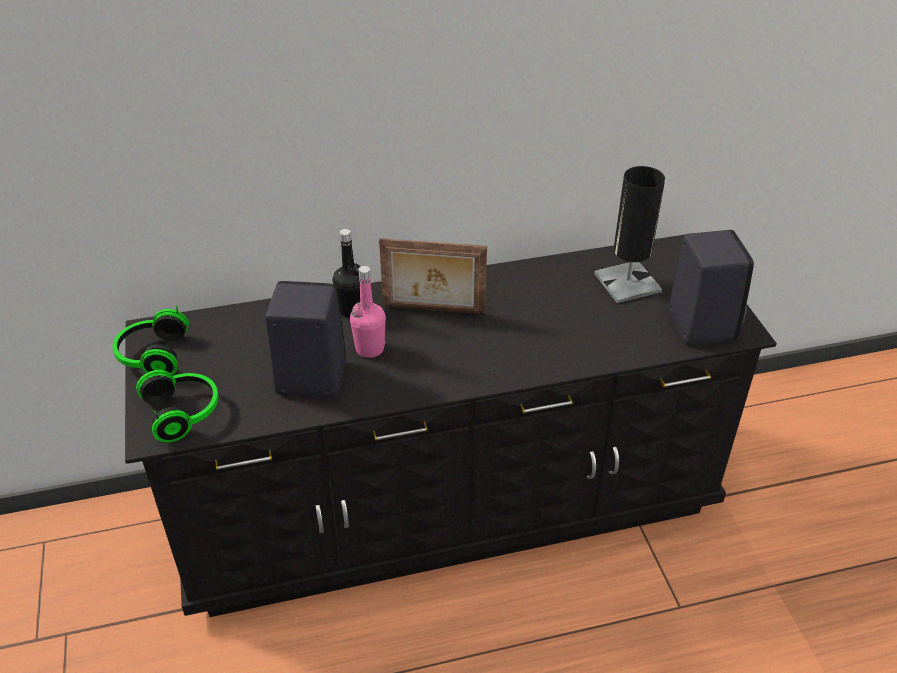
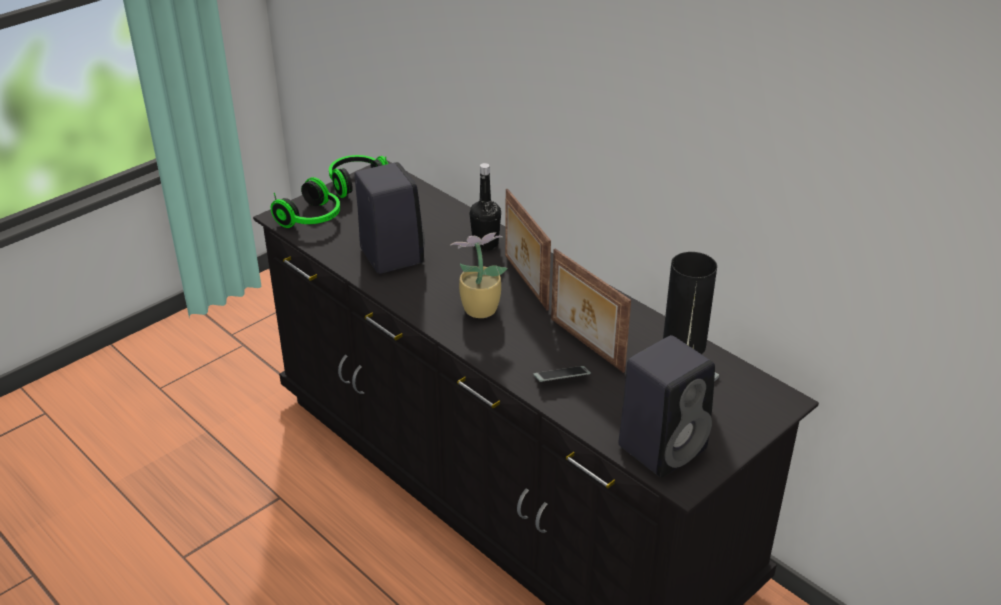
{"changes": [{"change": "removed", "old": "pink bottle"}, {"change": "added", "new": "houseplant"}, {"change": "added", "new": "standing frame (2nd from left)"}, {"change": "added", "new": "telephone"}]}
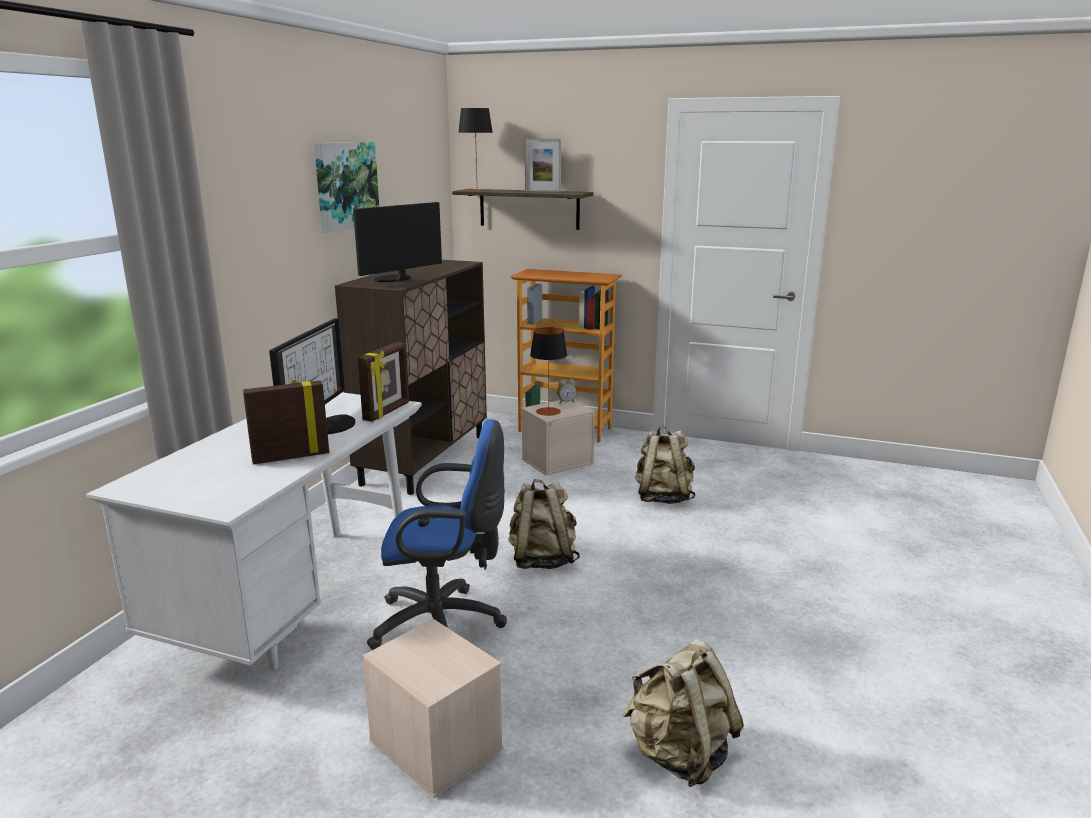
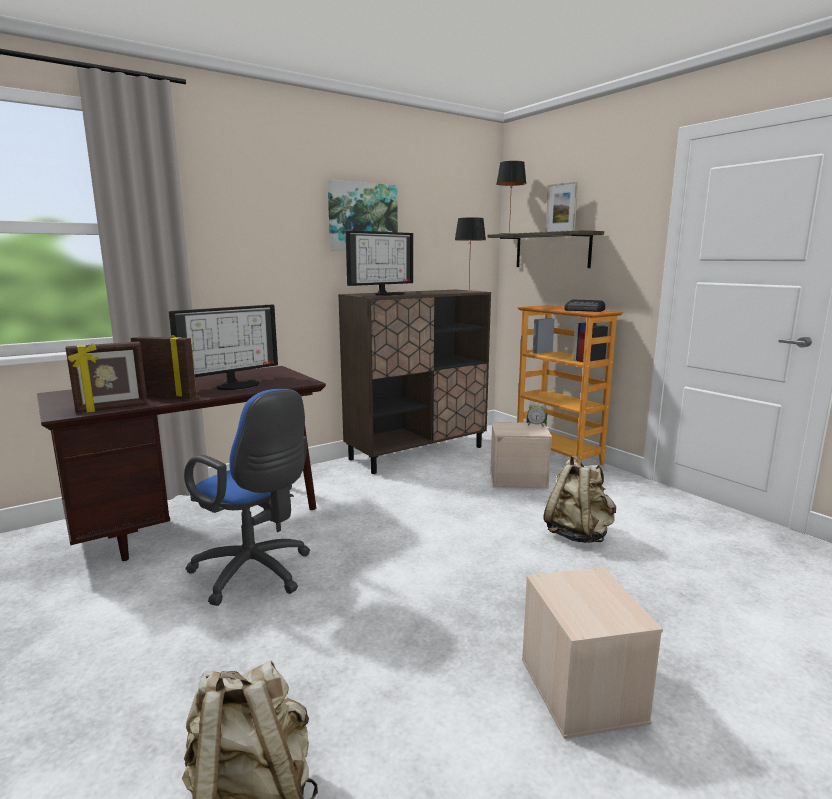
{"changes": [{"change": "turned", "old": "monitor (2nd from left)", "degrees": 150}, {"change": "moved", "old": "table lamp (2nd from left in the first image)", "new": "table lamp (1st from left)"}, {"change": "moved", "old": "standing frame (2nd from left in the first image)", "new": "standing frame (1st from left)"}, {"change": "recoloured", "old": "white desk unit", "new": "brown-coloured desk unit"}, {"change": "removed", "old": "beige-coloured knapsack (1st from left)"}, {"change": "moved", "old": "beige-coloured storage container (1st from left in the first image)", "new": "beige-coloured storage container (2nd from left)"}, {"change": "added", "new": "radio"}]}
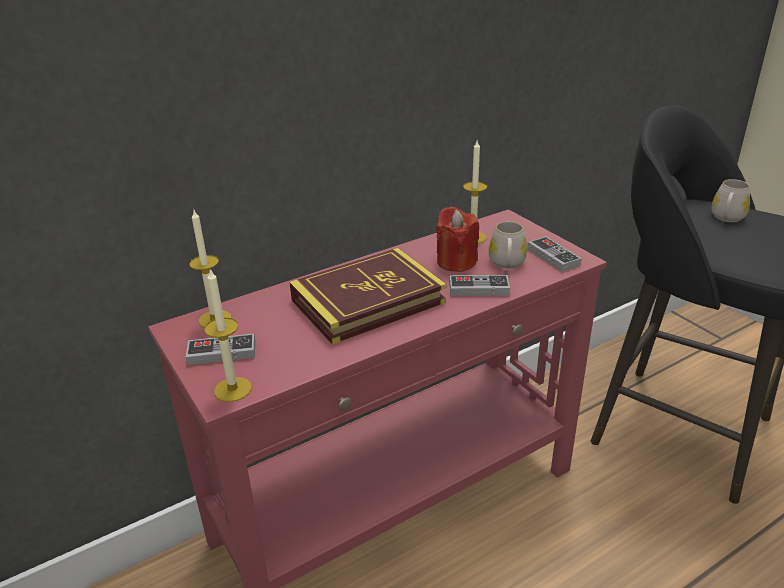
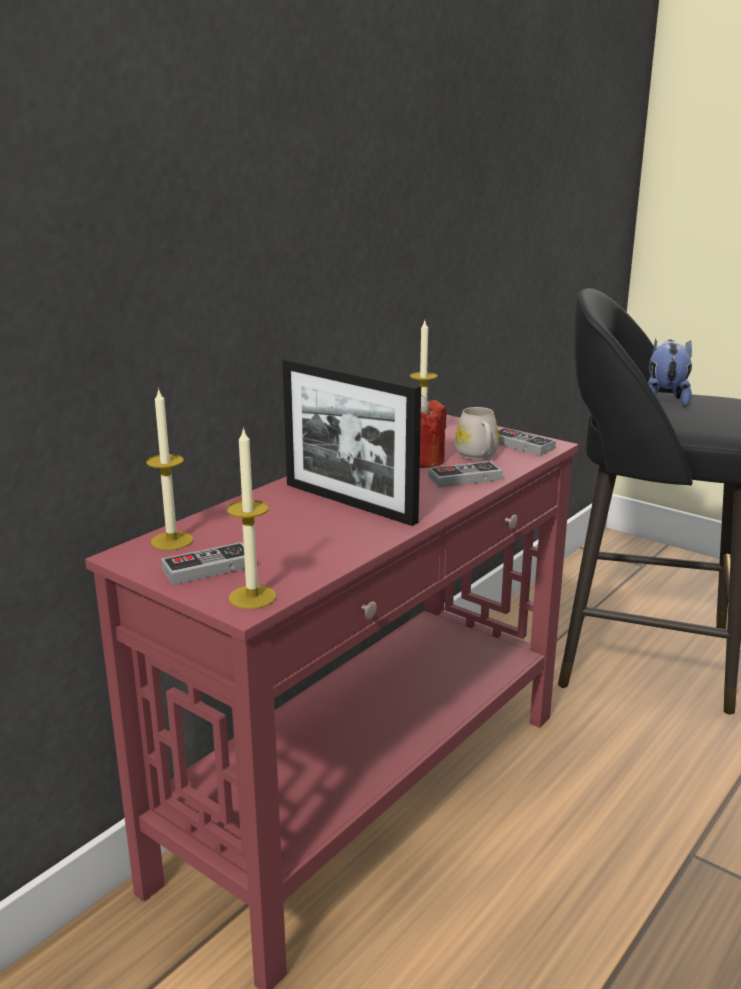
{"changes": [{"change": "replaced", "old": "white mug (2nd from left)", "new": "plush toy"}, {"change": "replaced", "old": "book", "new": "standing frame"}]}
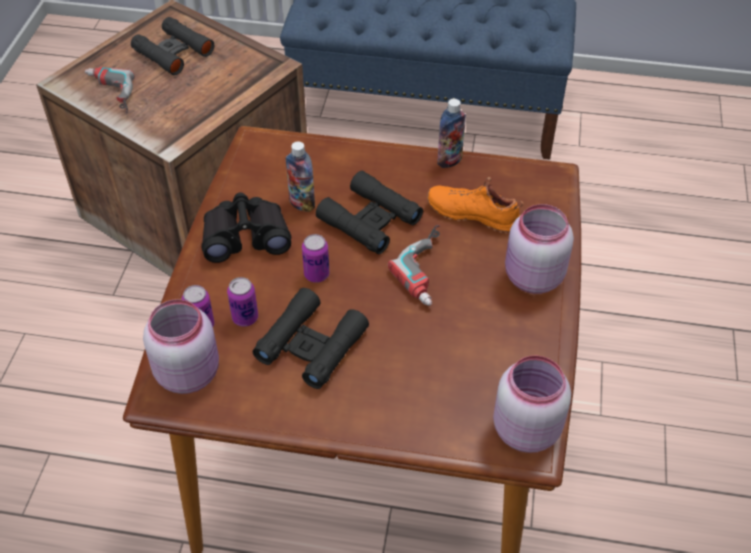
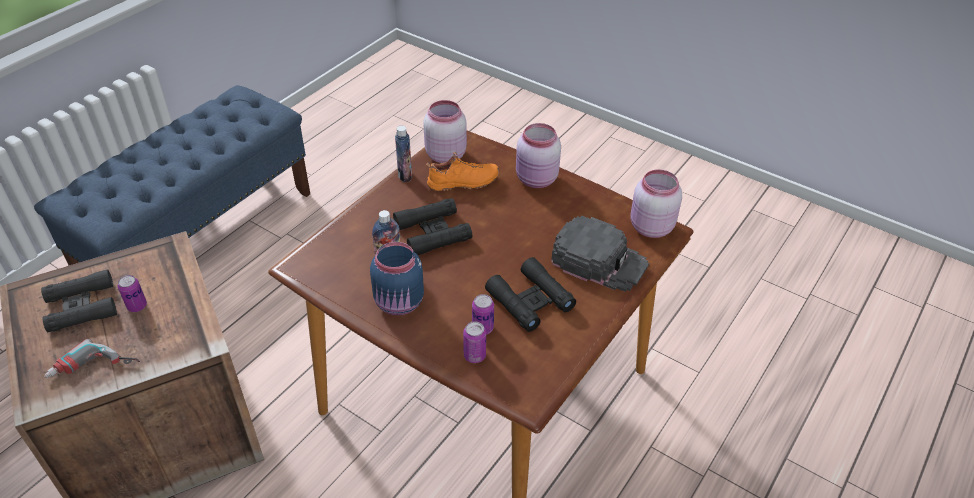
{"changes": [{"change": "turned", "old": "orange shoe", "degrees": -150}, {"change": "replaced", "old": "blackish binoculars (2nd from left)", "new": "blue-coloured storage jar"}, {"change": "removed", "old": "drill (2nd from left)"}, {"change": "moved", "old": "can (3rd from left in the first image)", "new": "can (1st from left)"}, {"change": "moved", "old": "pink storage jar (1st from left)"}, {"change": "added", "new": "blackish baseball cap"}]}
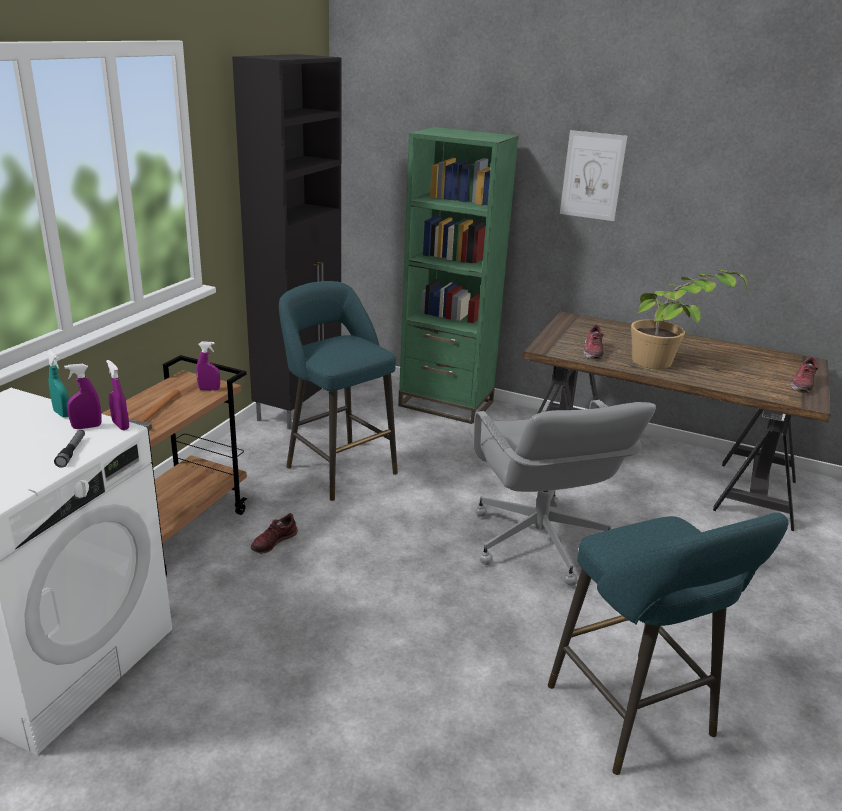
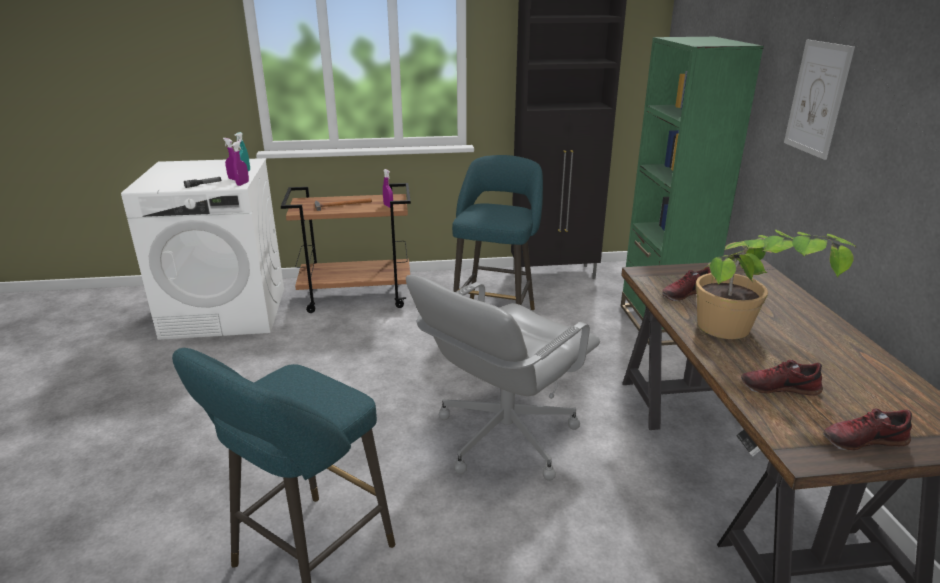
{"changes": [{"change": "moved", "old": "shoe (1st from left in the first image)", "new": "shoe (2nd from left)"}]}
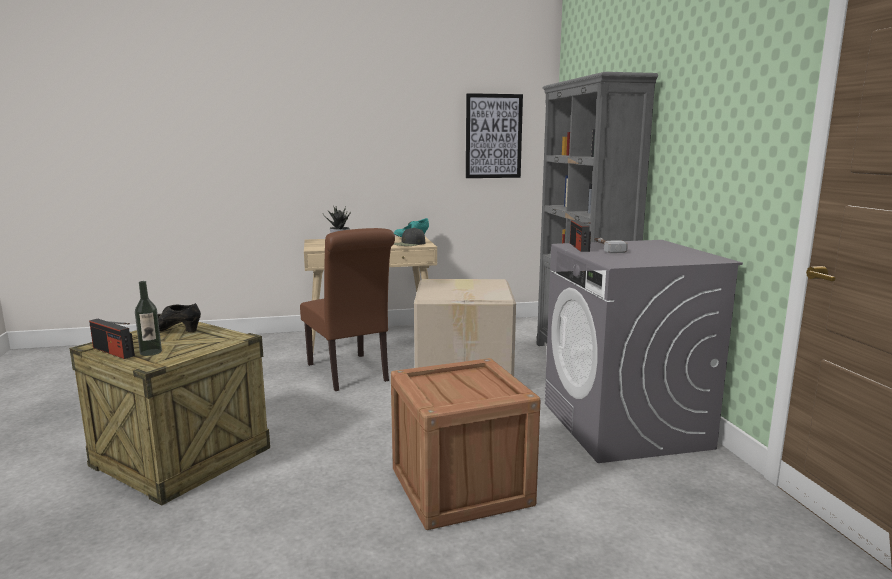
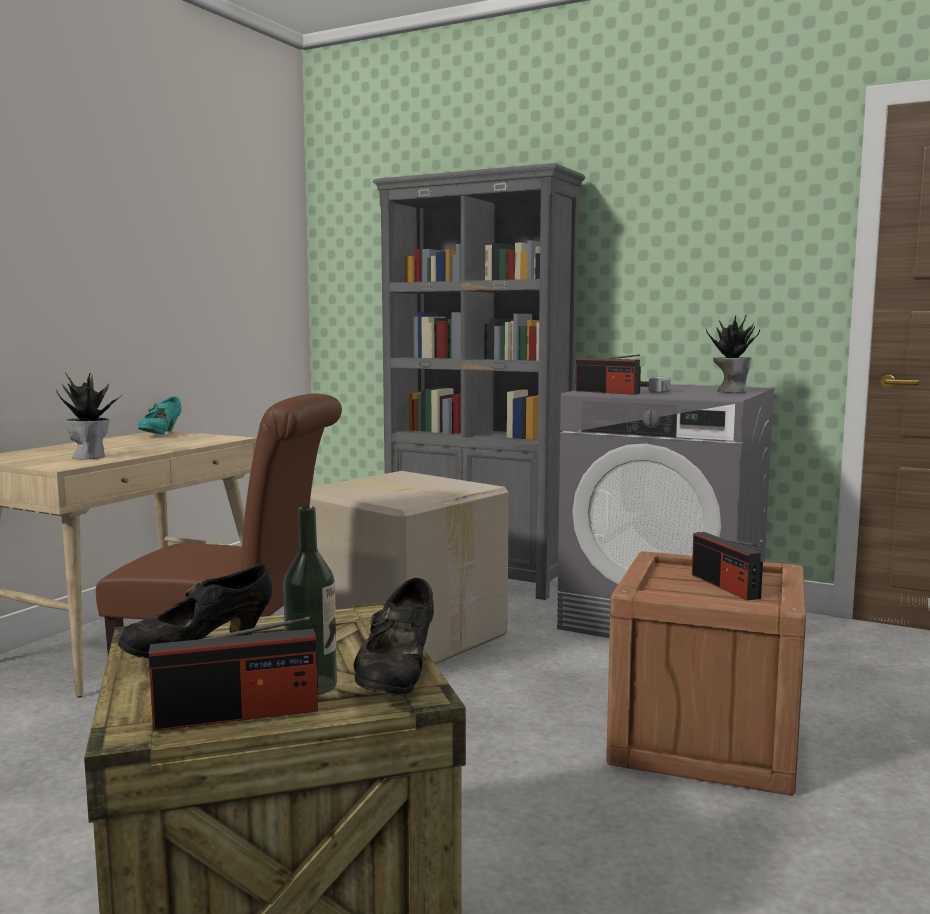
{"changes": [{"change": "removed", "old": "wall picture"}, {"change": "removed", "old": "blackish baseball cap"}, {"change": "added", "new": "houseplant (2nd from left)"}, {"change": "added", "new": "radio (3rd from left)"}, {"change": "added", "new": "blackish shoe (2nd from left)"}]}
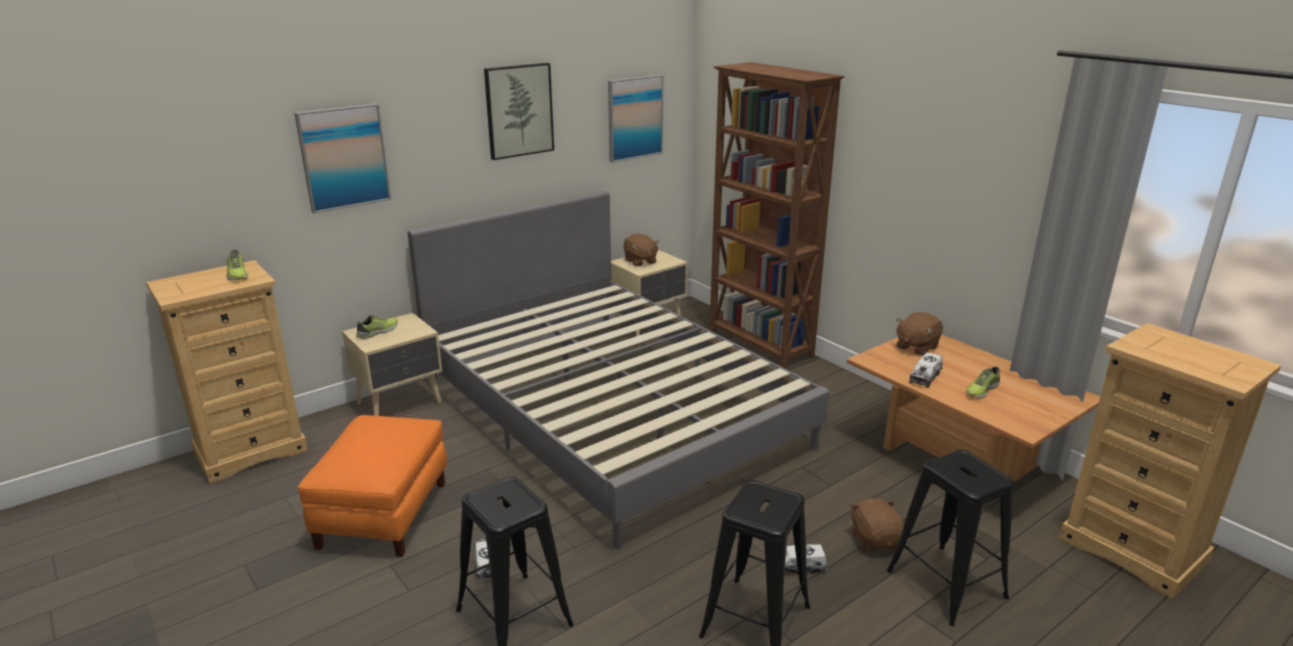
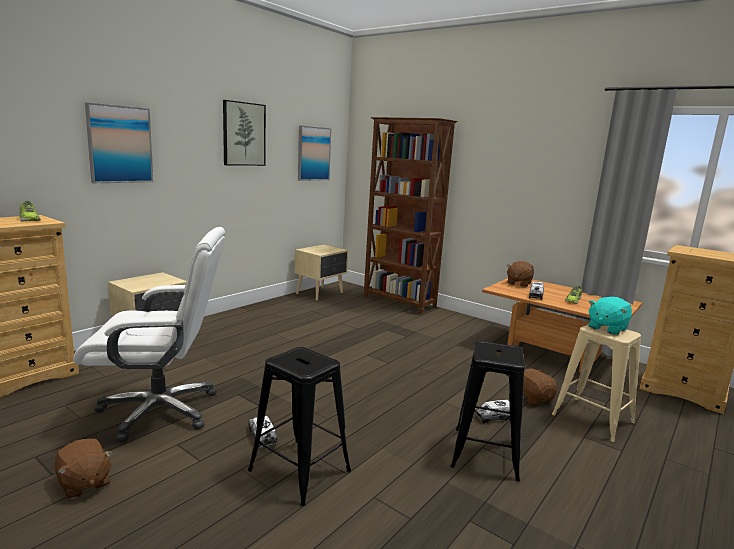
{"changes": [{"change": "removed", "old": "gray bedroom bed"}, {"change": "moved", "old": "brown-coloured plush toy (1st from left)"}, {"change": "removed", "old": "shoe (2nd from left)"}, {"change": "replaced", "old": "orange pouffe", "new": "white office chair"}, {"change": "recoloured", "old": "blackish stool (3rd from left)", "new": "beige-coloured stool"}, {"change": "added", "new": "turquoise plush toy"}]}
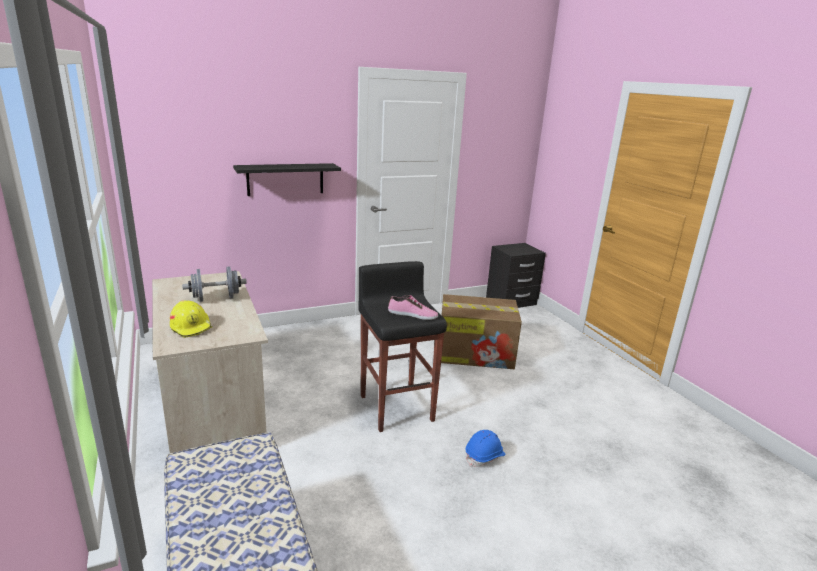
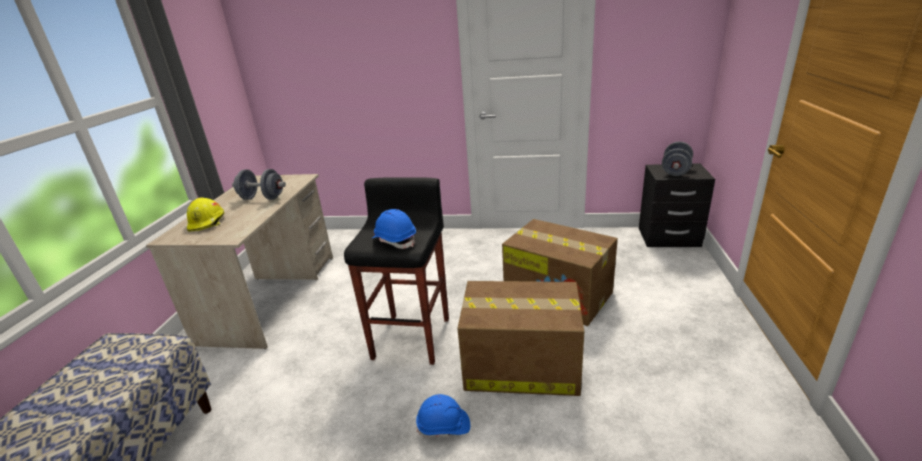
{"changes": [{"change": "removed", "old": "blackish shelf"}, {"change": "replaced", "old": "shoe", "new": "blue-coloured safety helmet (1st from left)"}, {"change": "added", "new": "gray dumbbell (2nd from left)"}, {"change": "added", "new": "carton (1st from left)"}]}
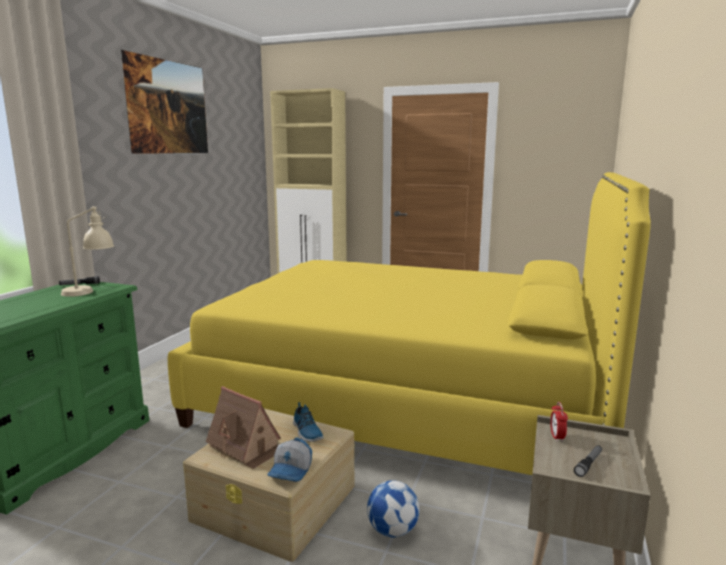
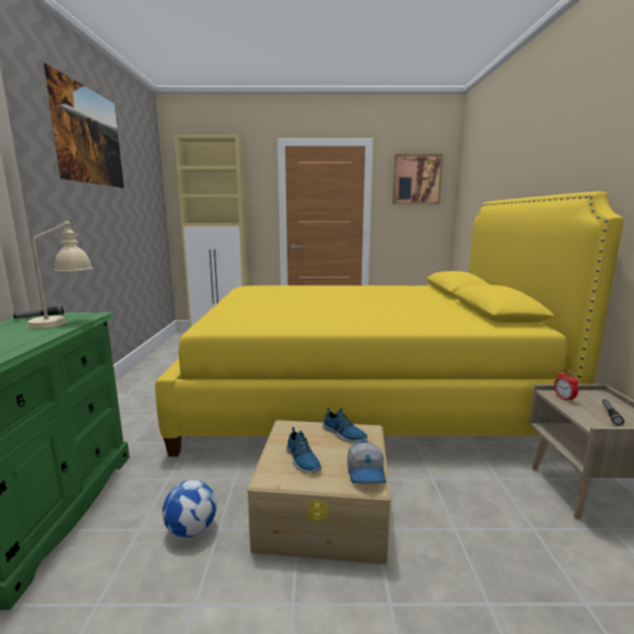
{"changes": [{"change": "replaced", "old": "miniature house", "new": "shoe (1st from left)"}, {"change": "moved", "old": "football ball"}, {"change": "added", "new": "wall picture (2nd from left)"}]}
